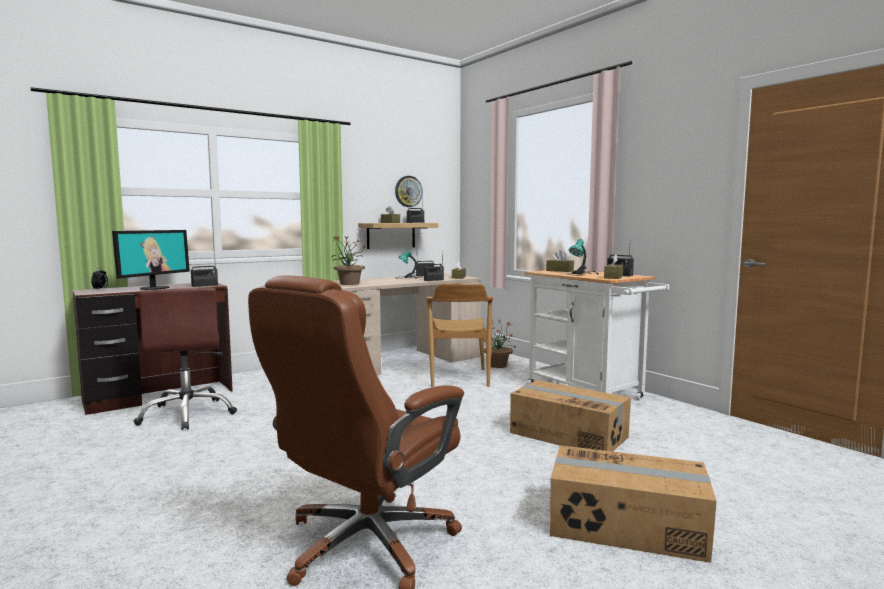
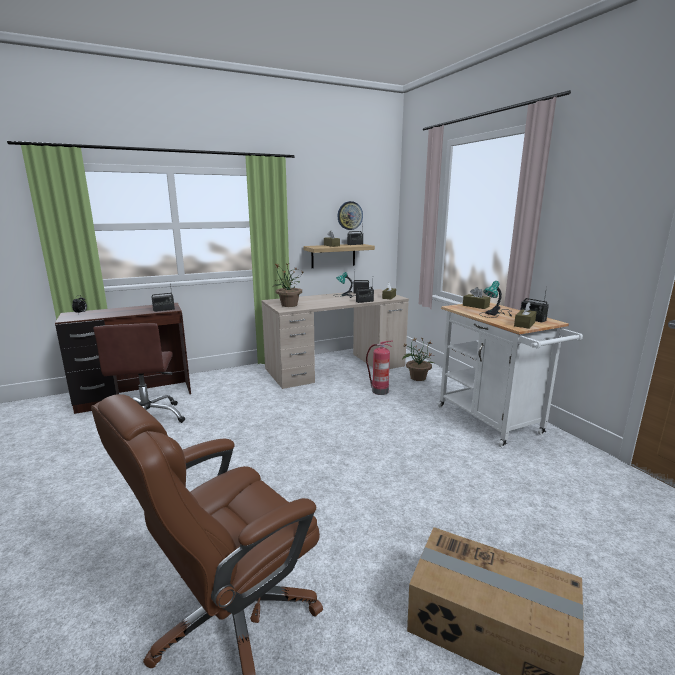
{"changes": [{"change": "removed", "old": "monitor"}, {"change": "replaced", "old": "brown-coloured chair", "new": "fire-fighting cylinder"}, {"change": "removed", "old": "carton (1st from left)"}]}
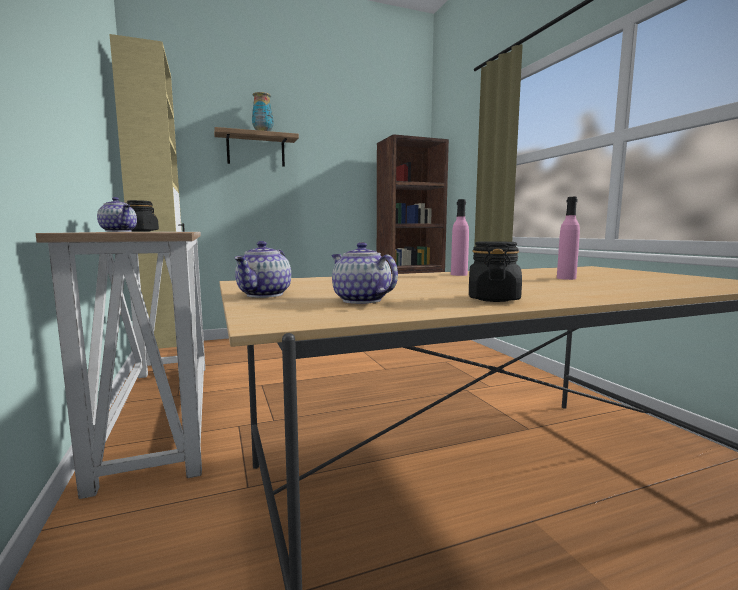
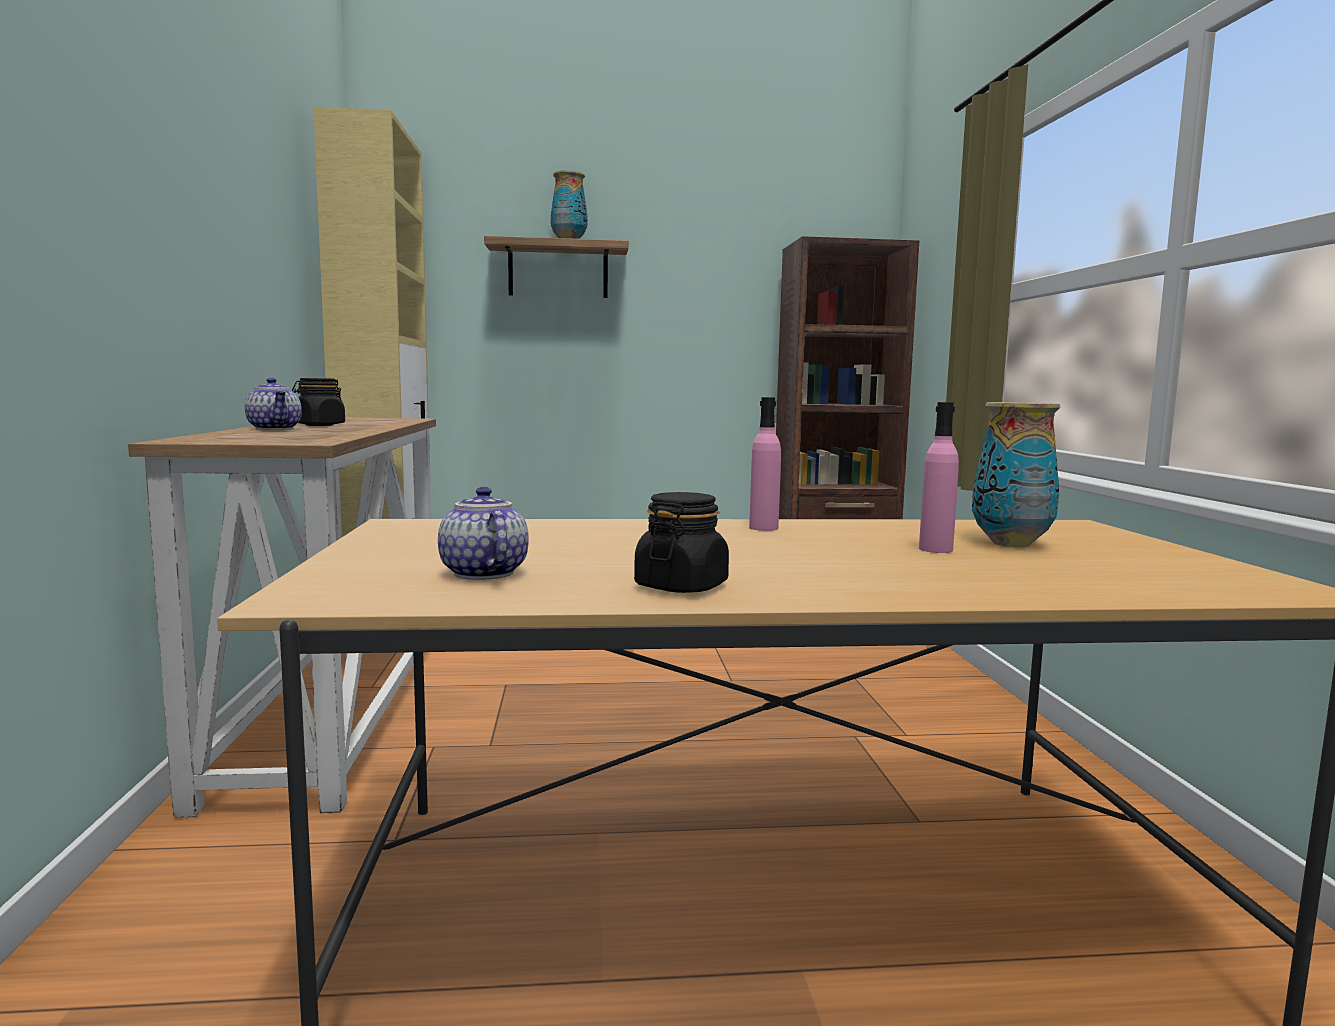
{"changes": [{"change": "removed", "old": "tea pot (2nd from left)"}, {"change": "added", "new": "decorative vase (2nd from left)"}]}
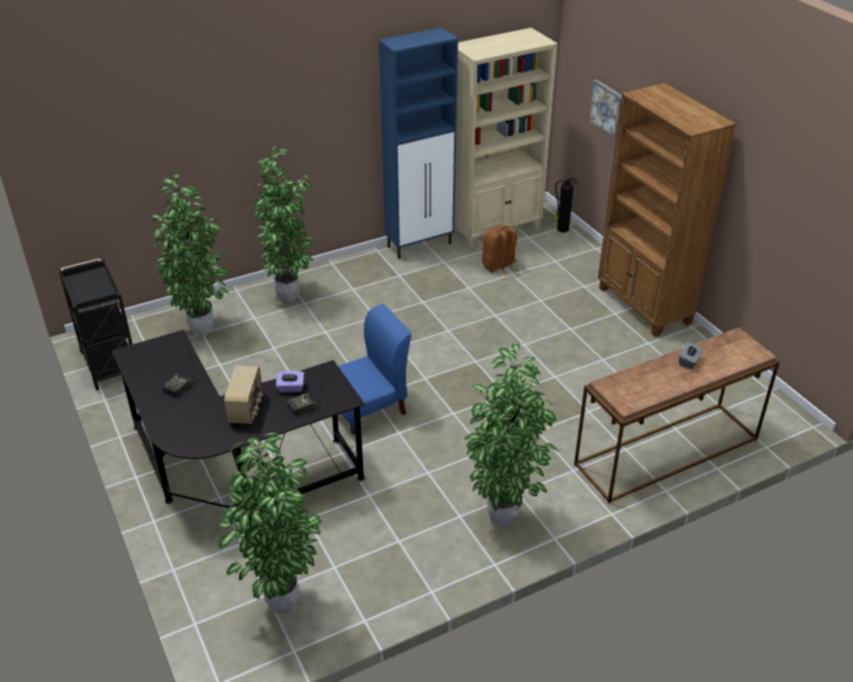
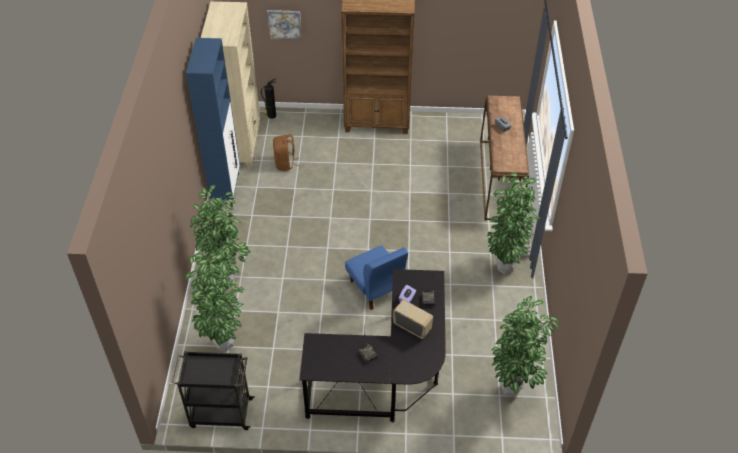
{"changes": [{"change": "turned", "old": "blue-coloured chair", "degrees": 150}]}
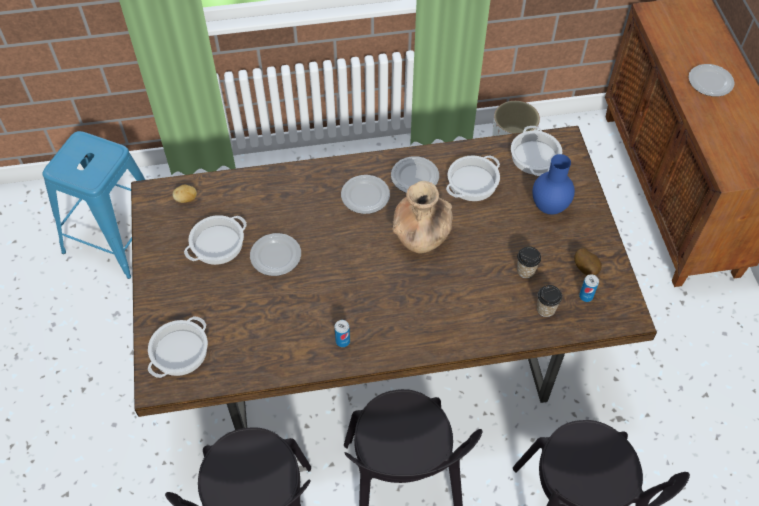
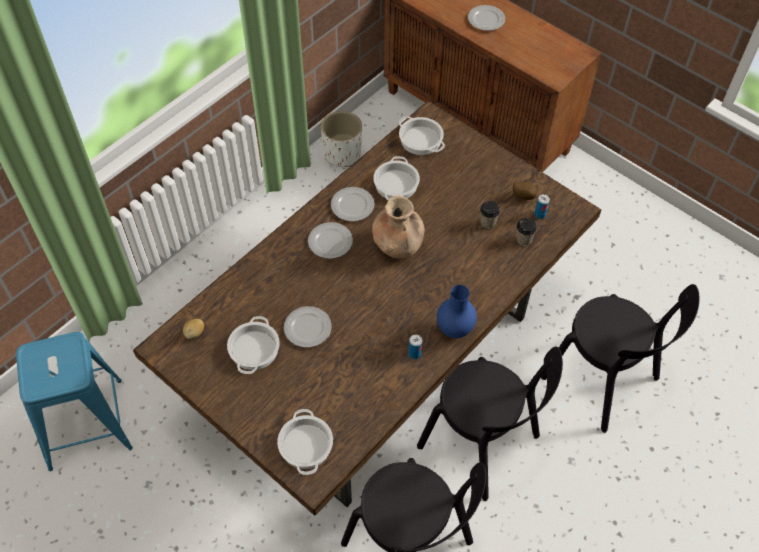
{"changes": [{"change": "moved", "old": "blue-coloured decorative vase"}]}
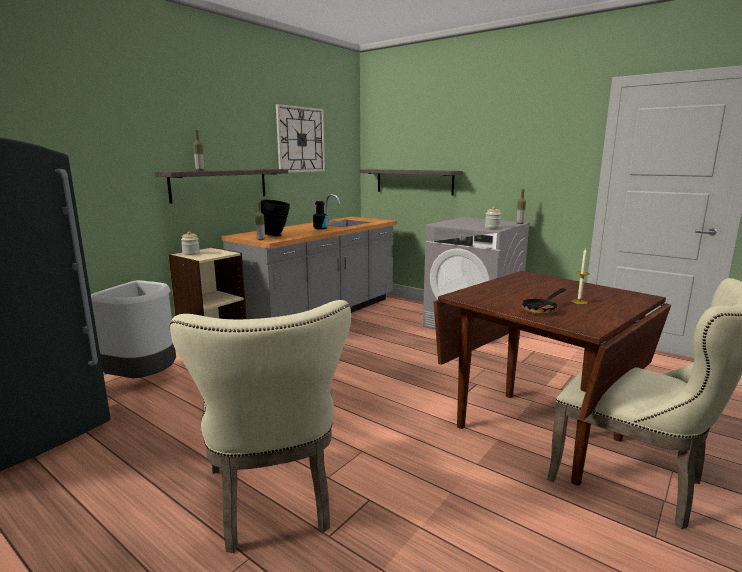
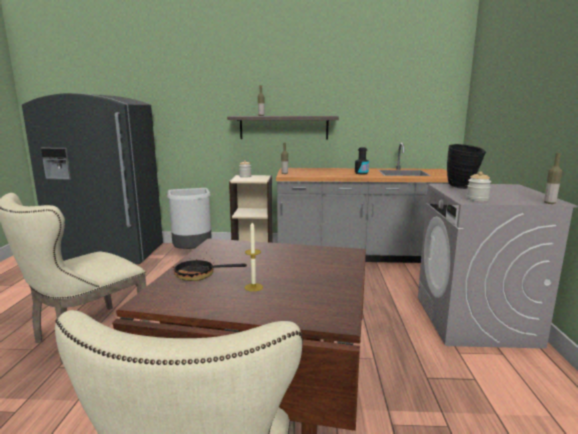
{"changes": [{"change": "removed", "old": "hanging clock"}, {"change": "removed", "old": "shelf (2nd from left)"}, {"change": "moved", "old": "blackish decorative vase"}]}
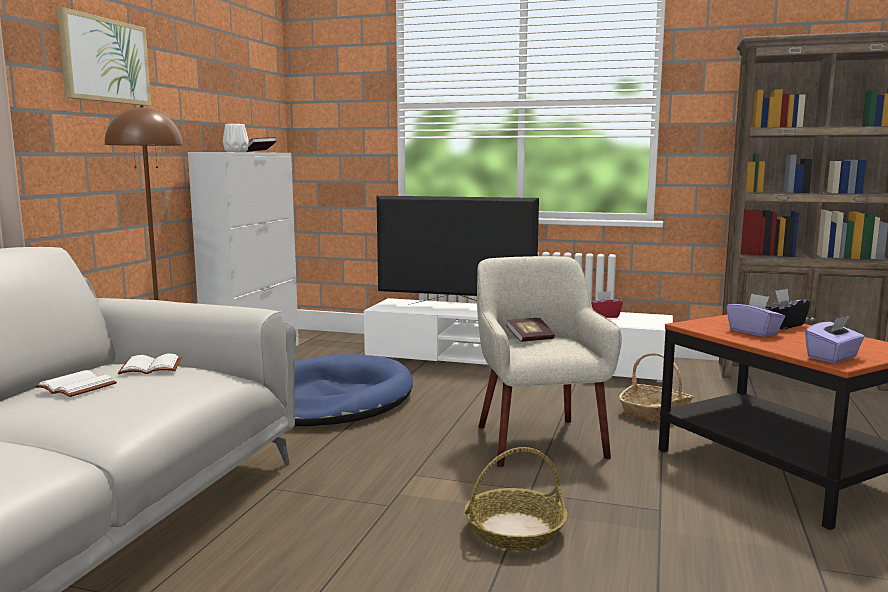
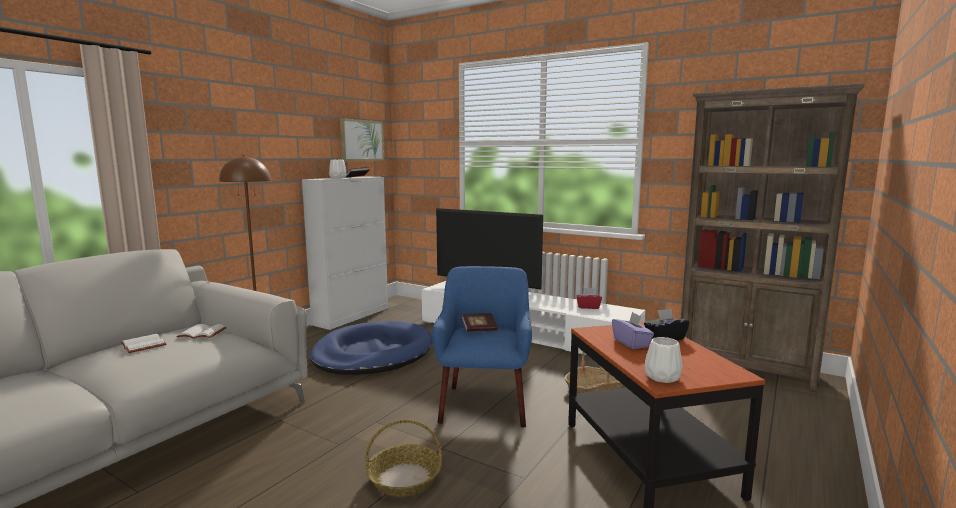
{"changes": [{"change": "moved", "old": "wall picture"}, {"change": "recoloured", "old": "beige-coloured lounge chair", "new": "blue-coloured lounge chair"}, {"change": "replaced", "old": "purplish tissue holder (2nd from left)", "new": "white decorative vase (2nd from left)"}]}
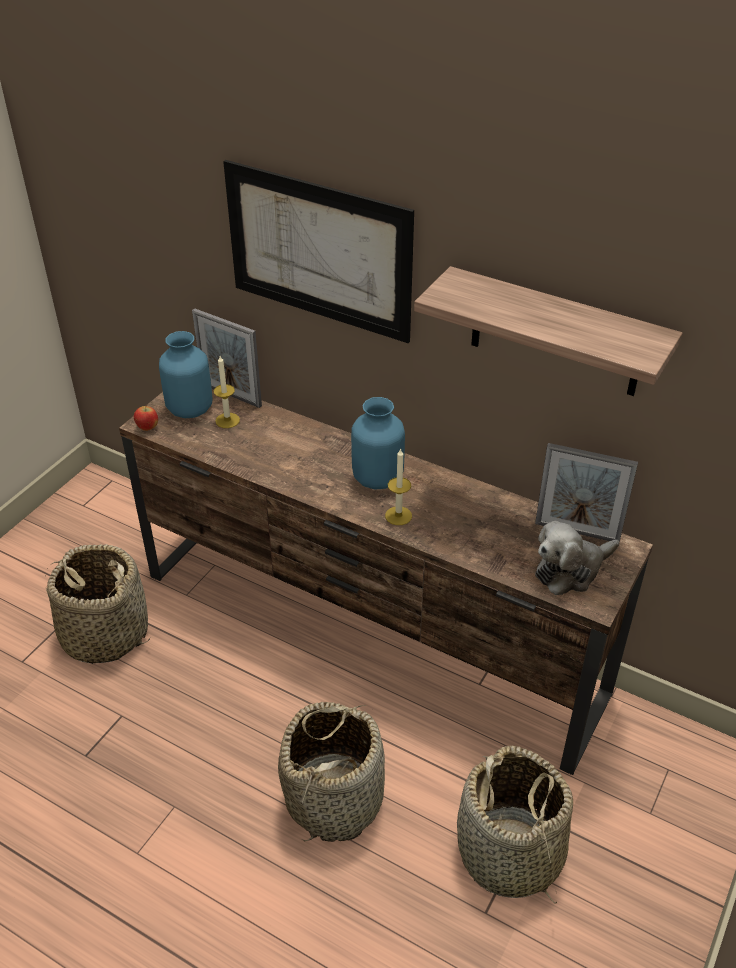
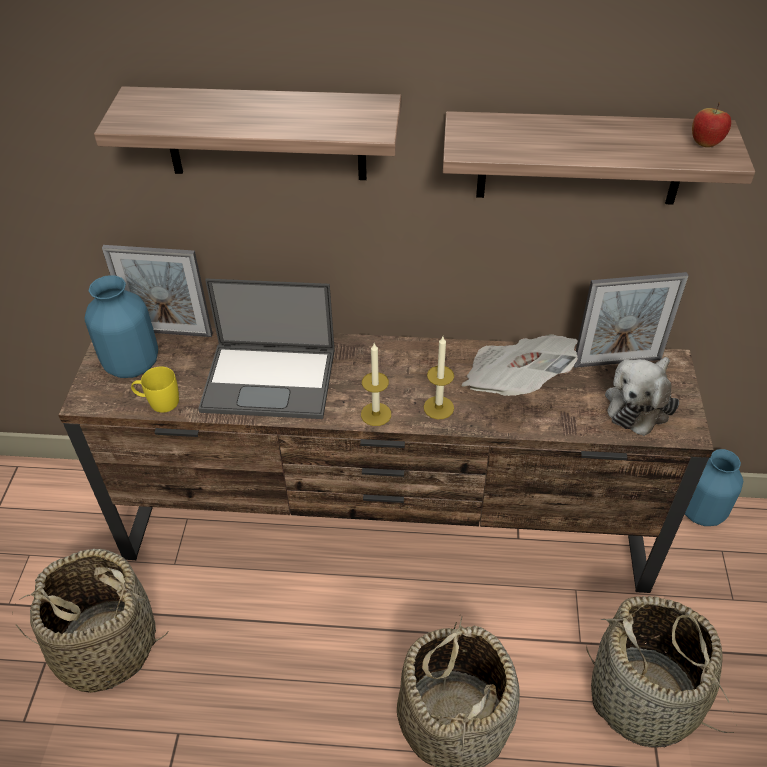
{"changes": [{"change": "replaced", "old": "wall picture", "new": "shelf (1st from left)"}, {"change": "moved", "old": "wax light (1st from left)"}, {"change": "moved", "old": "blue-coloured decorative vase (2nd from left)"}, {"change": "moved", "old": "apple"}, {"change": "added", "new": "notebook computer"}, {"change": "added", "new": "daily paper"}, {"change": "added", "new": "yellow mug"}]}
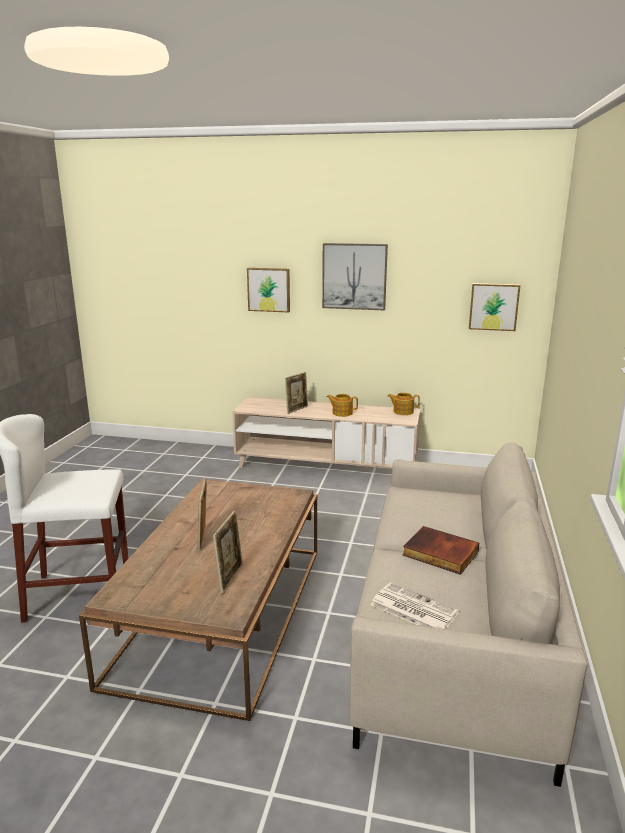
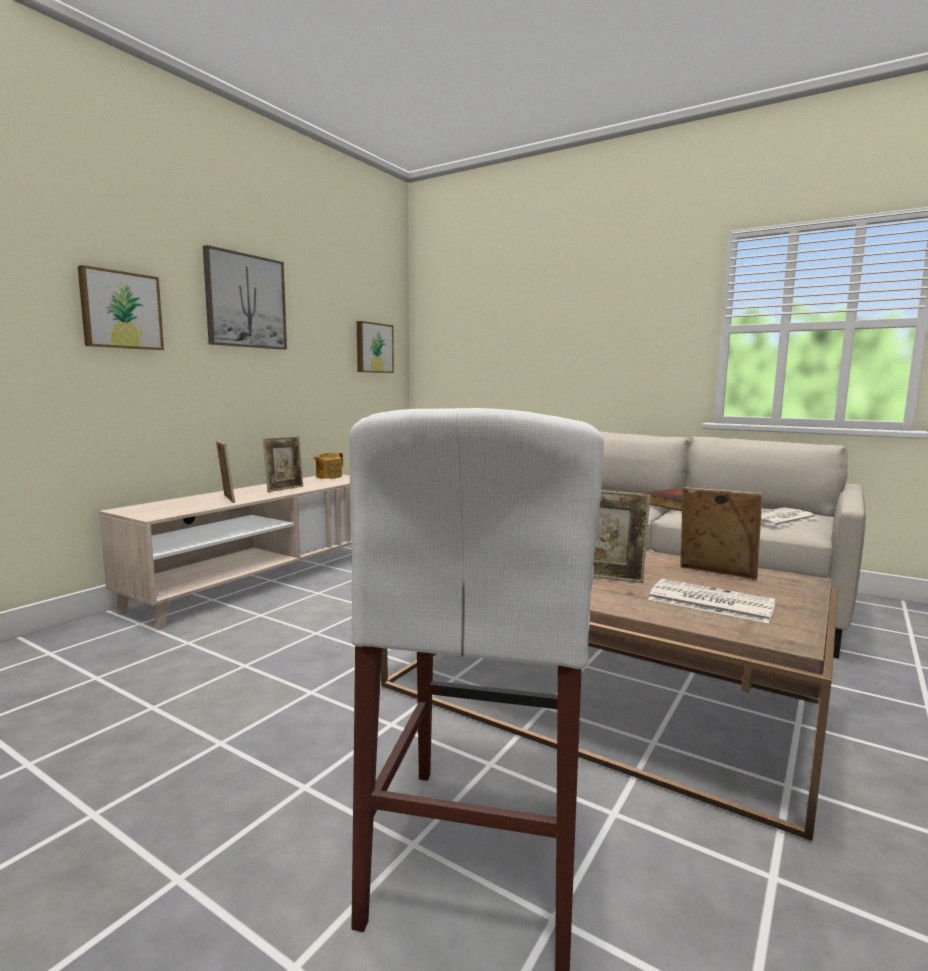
{"changes": [{"change": "replaced", "old": "tea pot (1st from left)", "new": "standing frame (2nd from left)"}, {"change": "added", "new": "daily paper (1st from left)"}]}
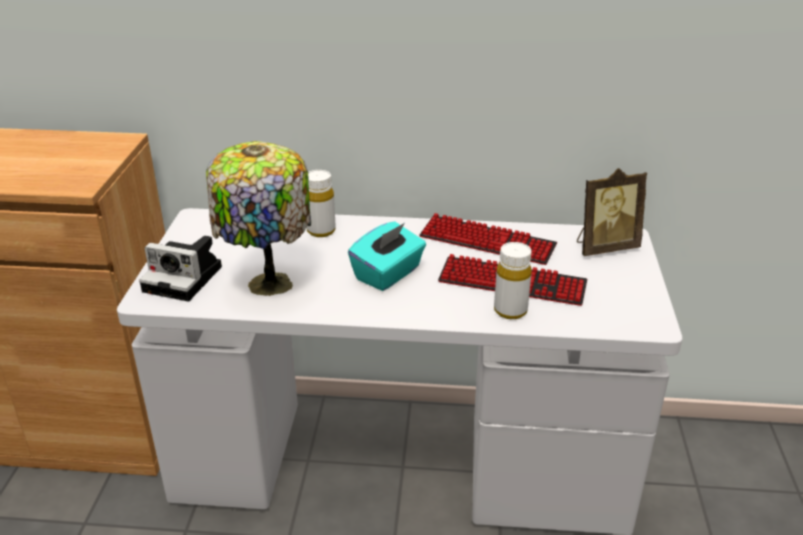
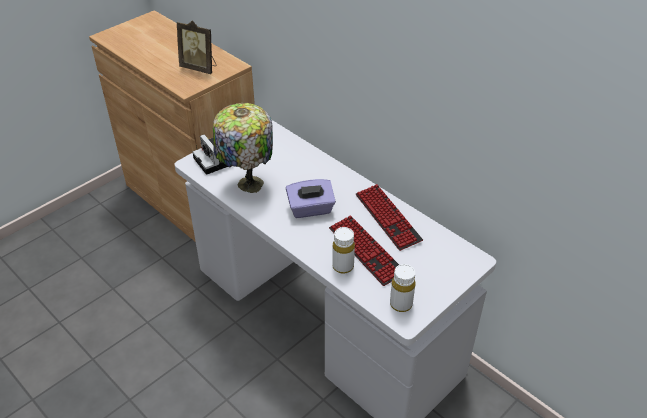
{"changes": [{"change": "moved", "old": "standing frame"}, {"change": "moved", "old": "white bottle (1st from left in the first image)", "new": "white bottle (2nd from left)"}, {"change": "recoloured", "old": "turquoise tissue holder", "new": "purplish tissue holder"}]}
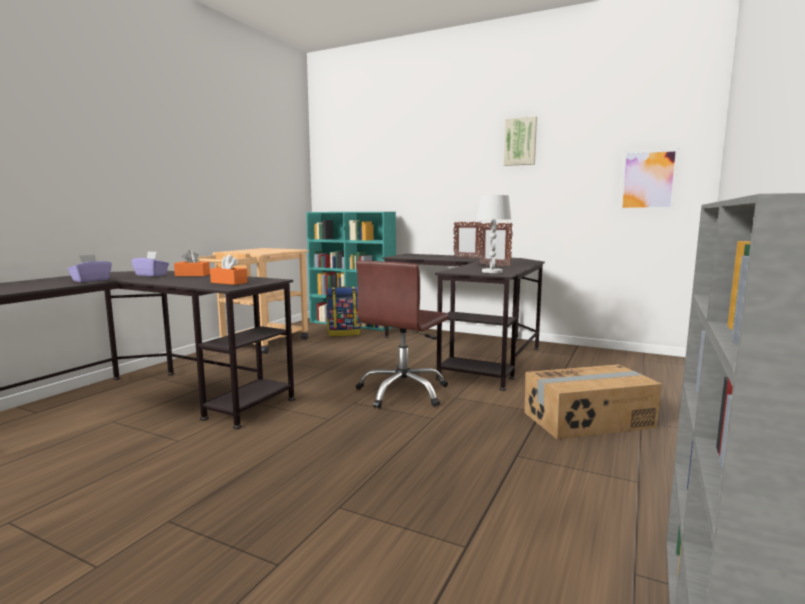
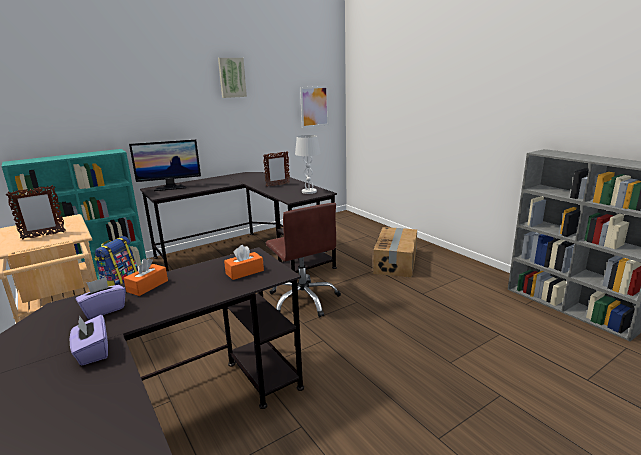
{"changes": [{"change": "moved", "old": "standing frame (1st from left)"}, {"change": "added", "new": "monitor"}]}
